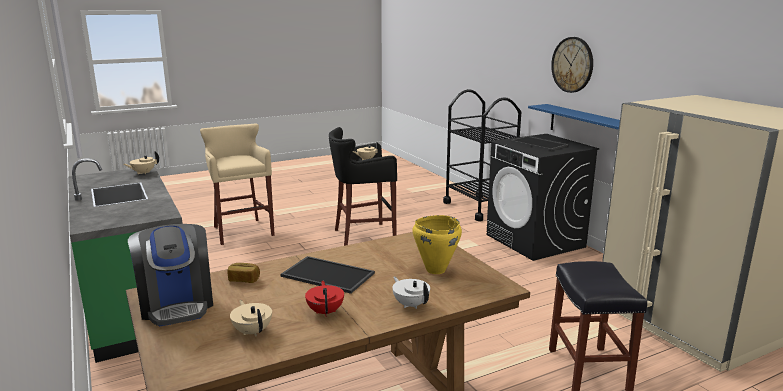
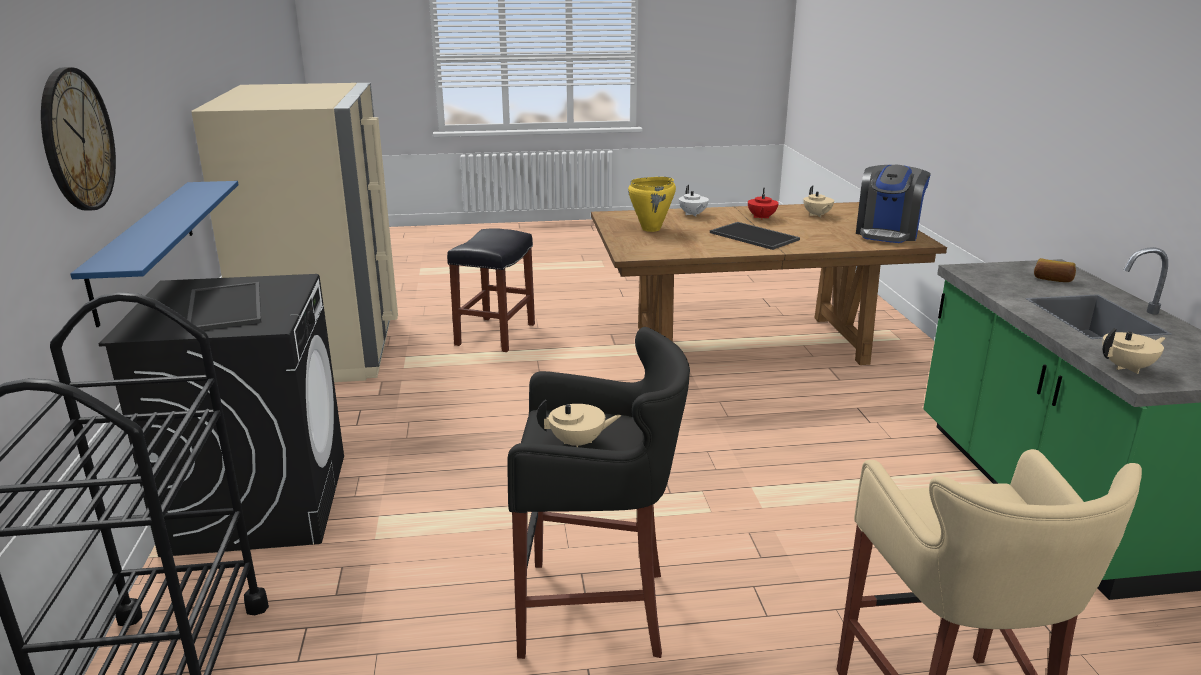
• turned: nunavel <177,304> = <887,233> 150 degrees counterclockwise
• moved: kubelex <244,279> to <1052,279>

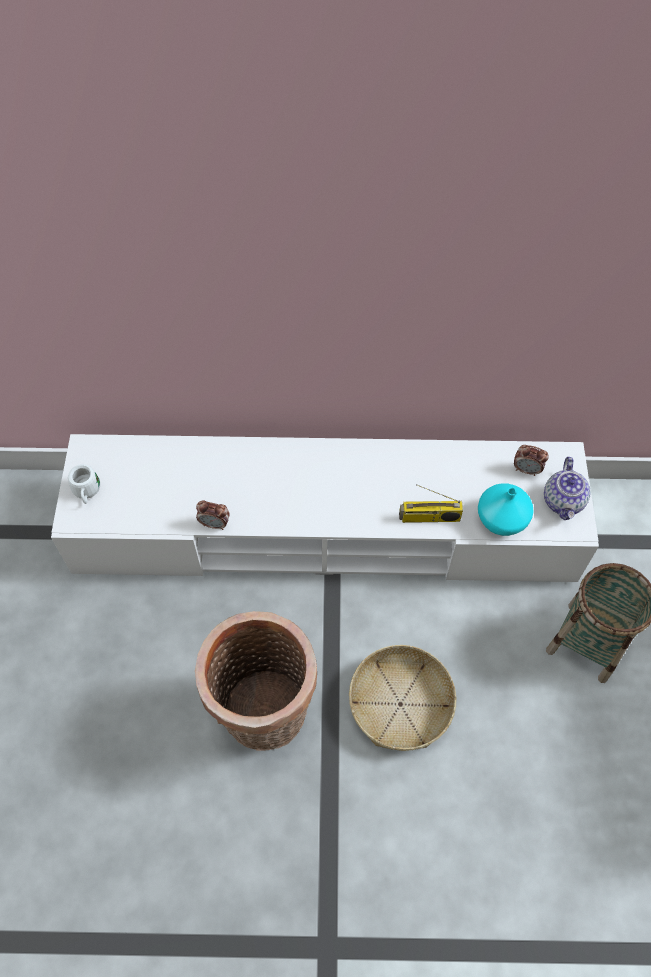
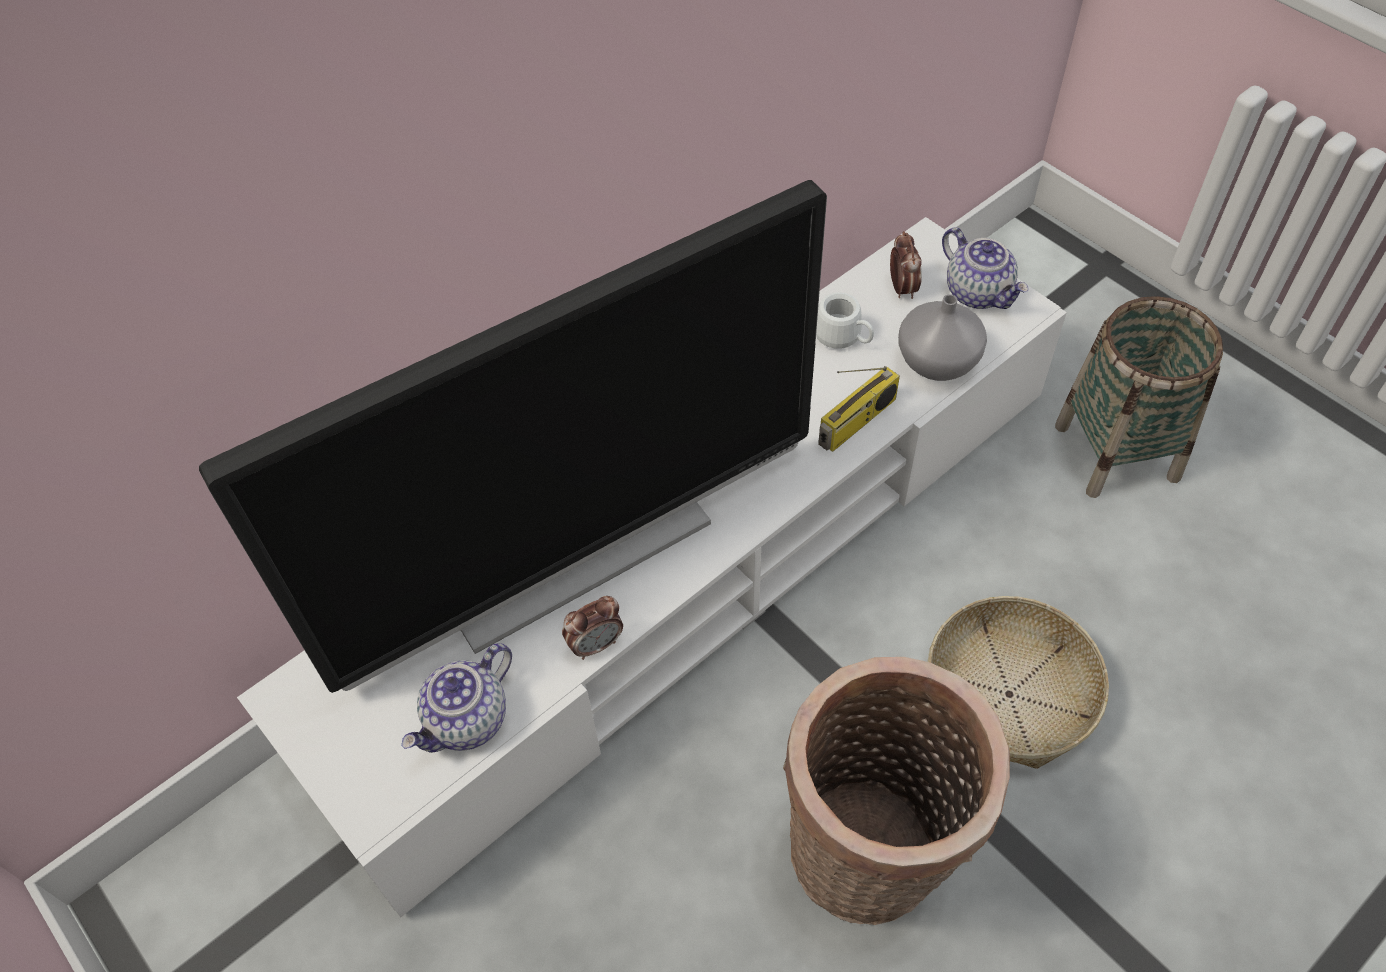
• added: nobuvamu <575,556>
• added: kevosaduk <467,721>
• moved: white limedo <87,492> to <844,339>
• turned: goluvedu <526,470> = <902,288> 75 degrees counterclockwise
• recoloured: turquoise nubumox <500,519> to grey nubumox <936,363>

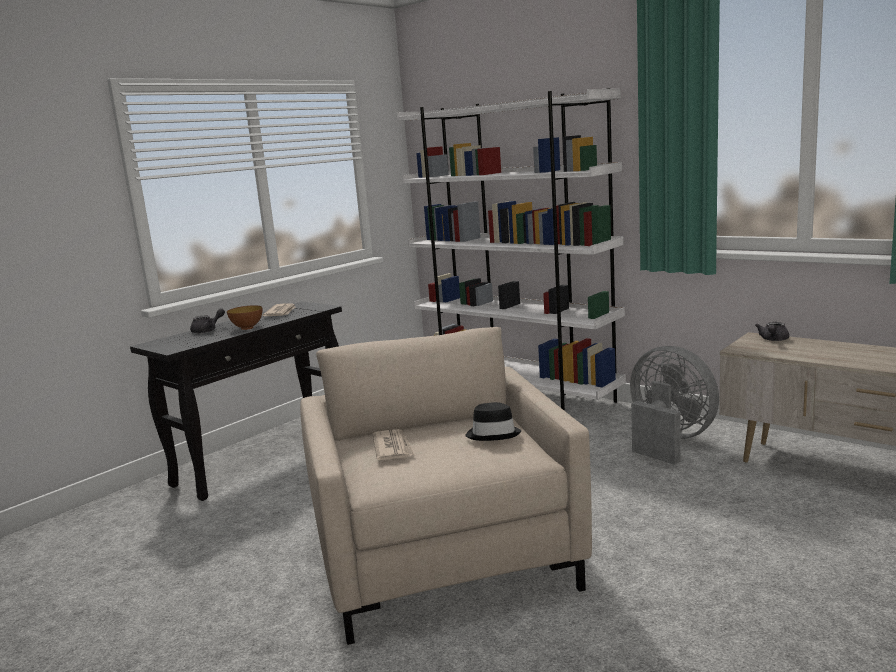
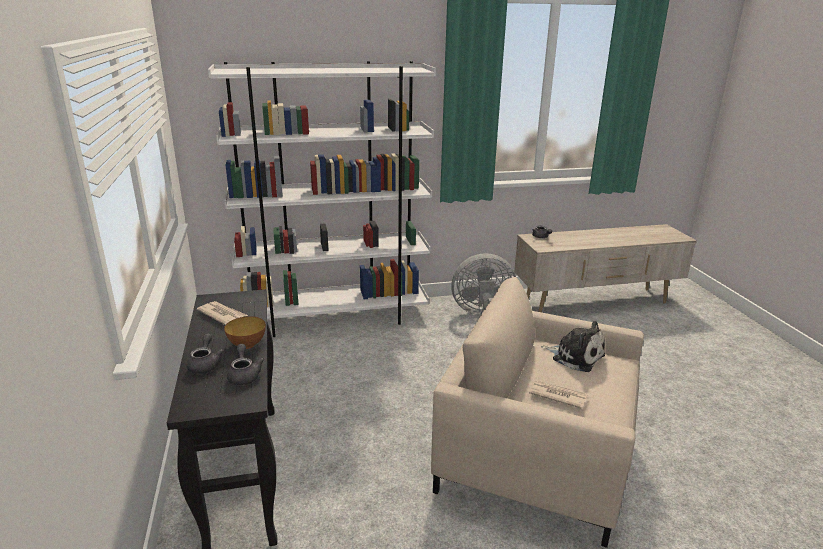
• added: grey kevosaduk <244,375>
• replaced: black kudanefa <493,434> to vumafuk <575,356>

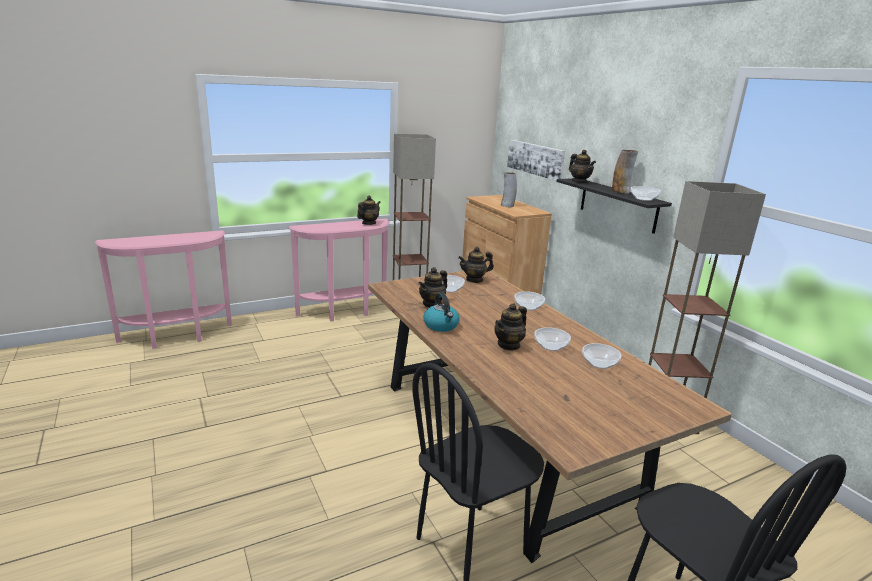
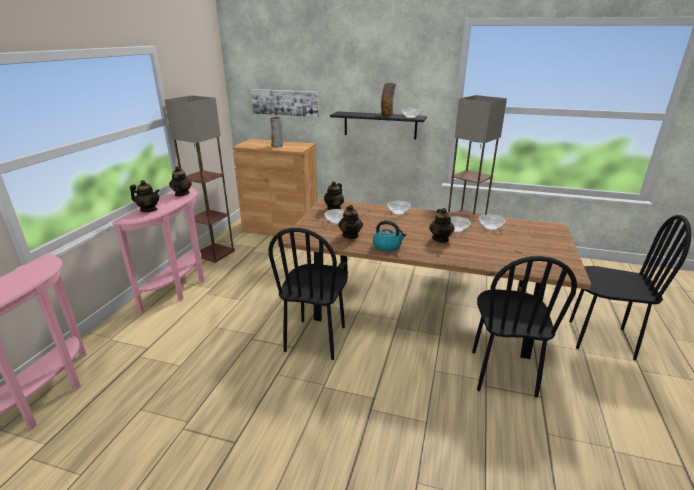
• moved: kevosaduk <579,182> to <149,210>
• added: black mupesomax <316,339>

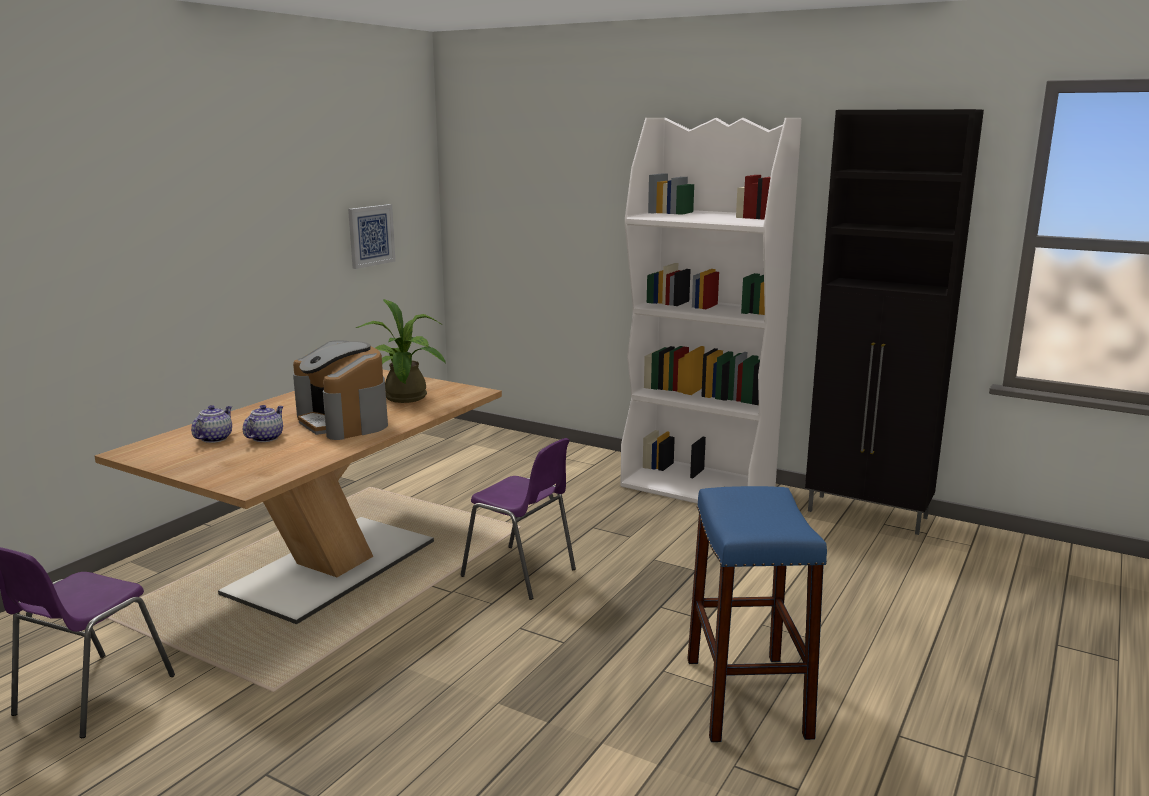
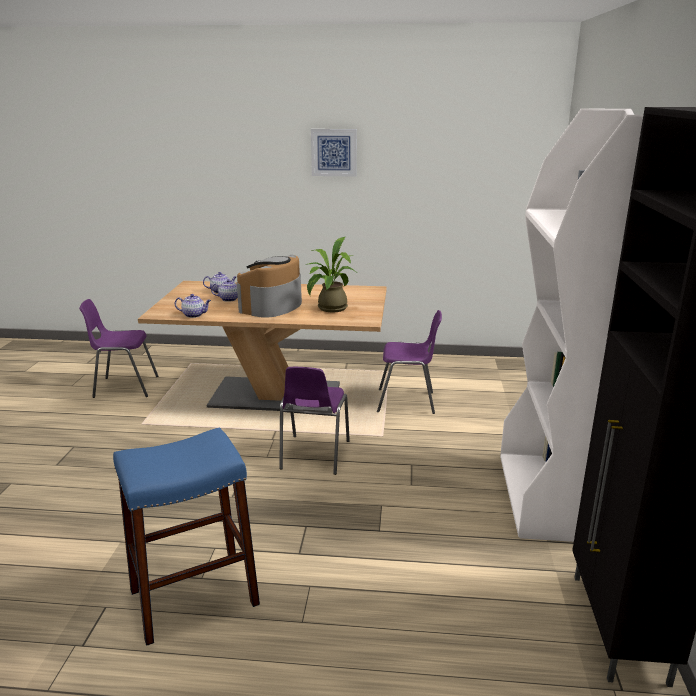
• added: kevosaduk <194,315>
• moved: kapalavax <371,235> to <334,152>
• added: purple mupesomax <407,402>

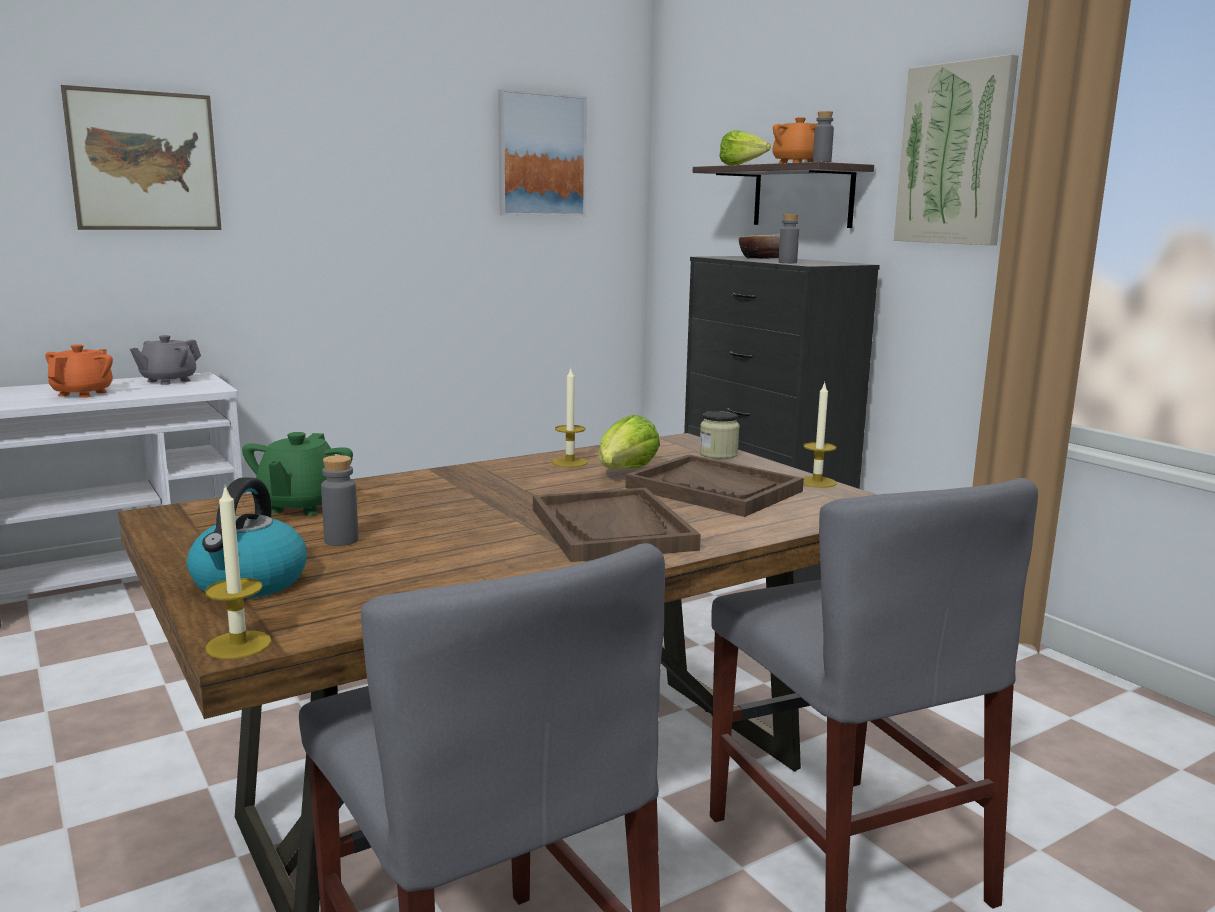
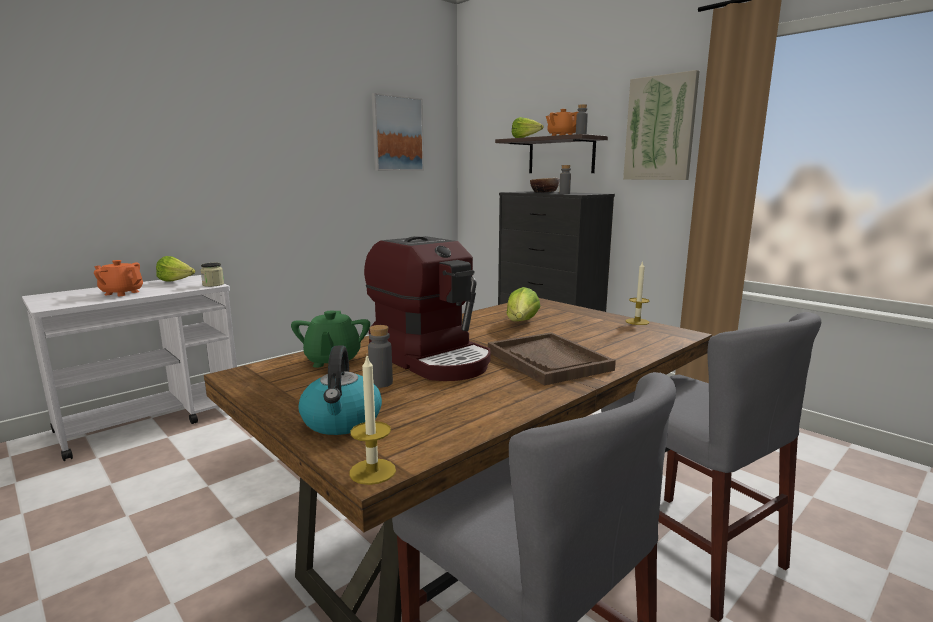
• turned: orange kevosaduk <83,393> = <122,293> 75 degrees counterclockwise
• replaced: grey kevosaduk <168,381> to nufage <176,282>
• moved: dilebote <718,454> to <213,284>
• added: nunavel <432,358>
• removed: kapalavax <144,161>
• removed: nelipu <570,462>
• removed: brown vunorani <714,489>

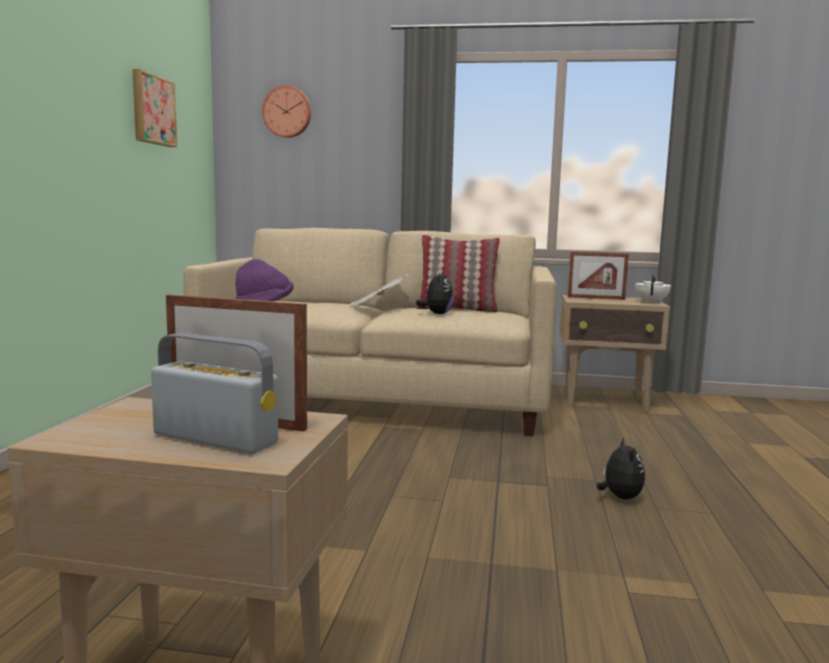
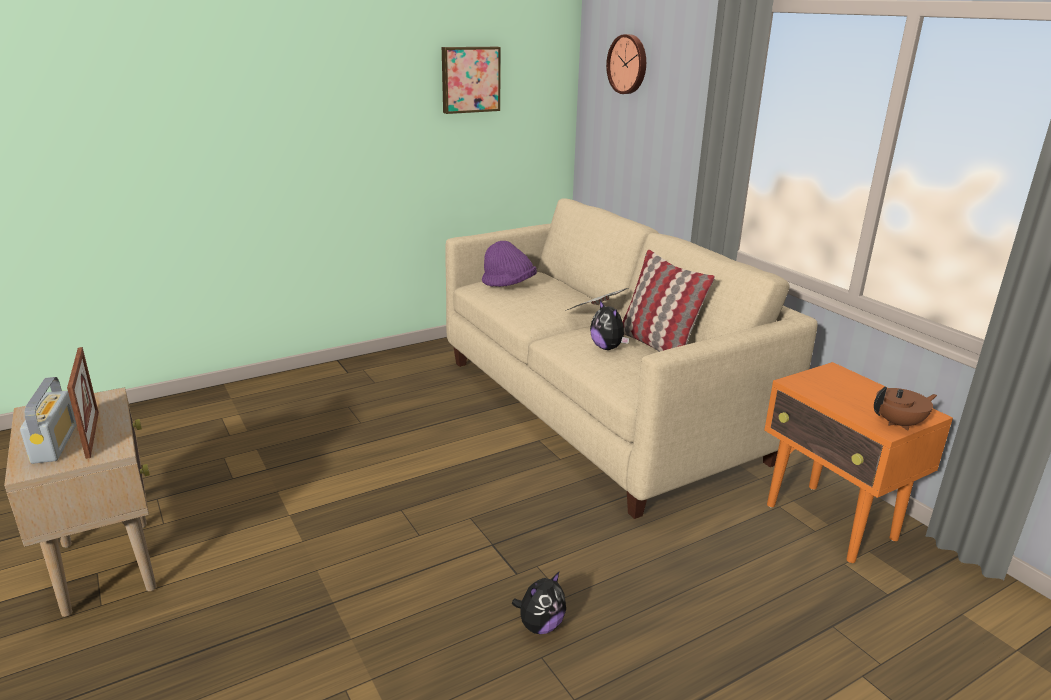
• turned: vumafuk <437,314> = <608,348> 90 degrees clockwise
• recoloured: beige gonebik <606,402> to orange gonebik <831,523>
• recoloured: white kevosaduk <652,302> to brown kevosaduk <899,423>
• removed: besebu <596,298>

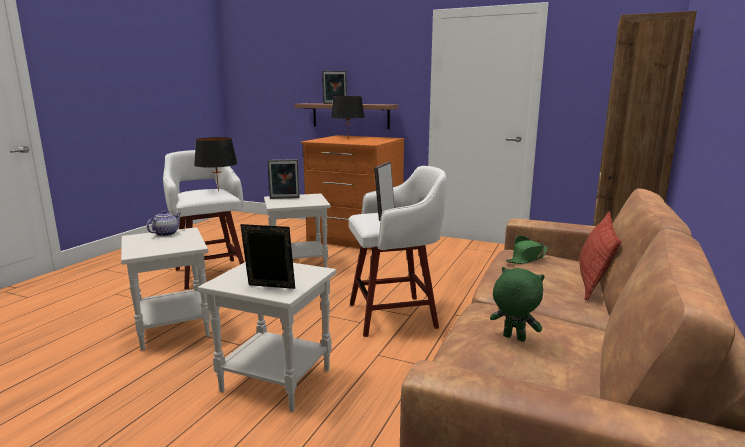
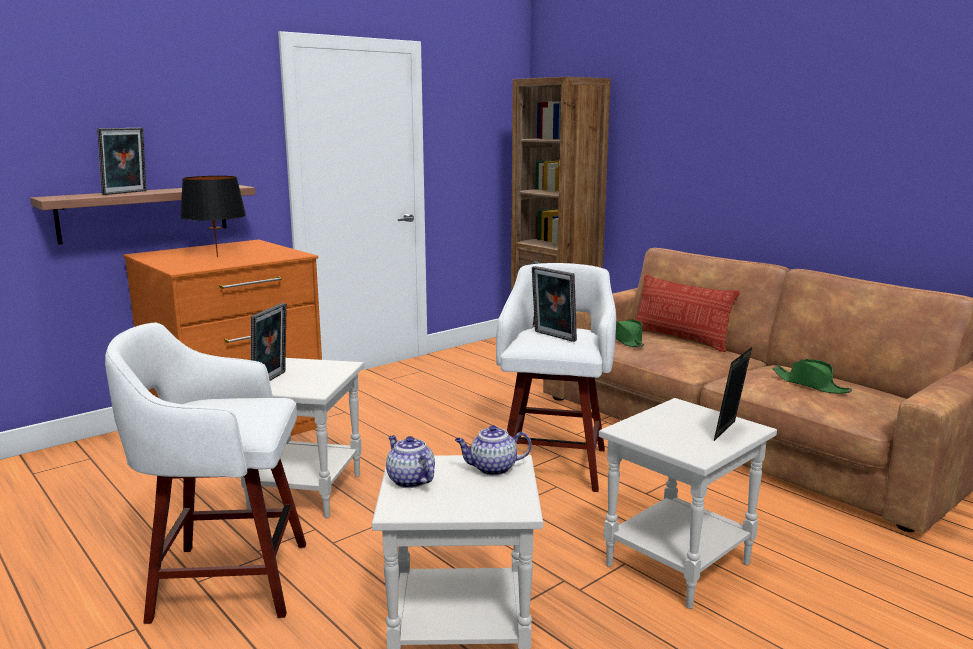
• added: kevosaduk <492,469>
• replaced: green vumafuk <513,338> to green kudanefa <810,384>
• removed: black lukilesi <218,191>

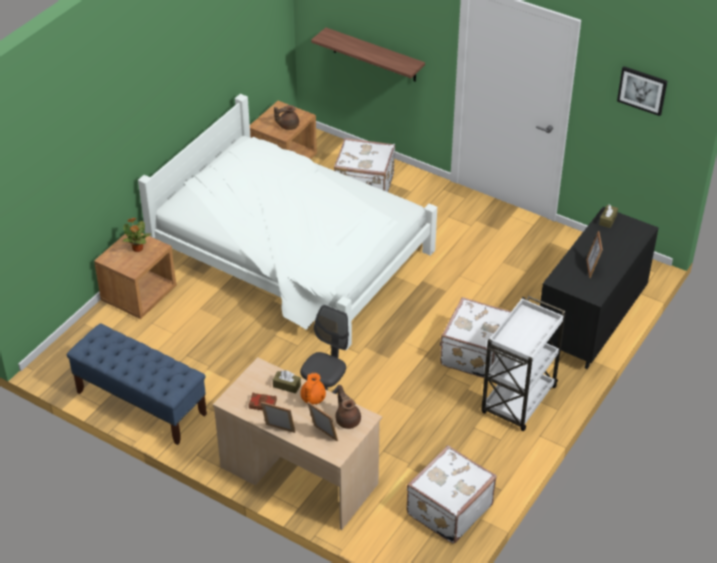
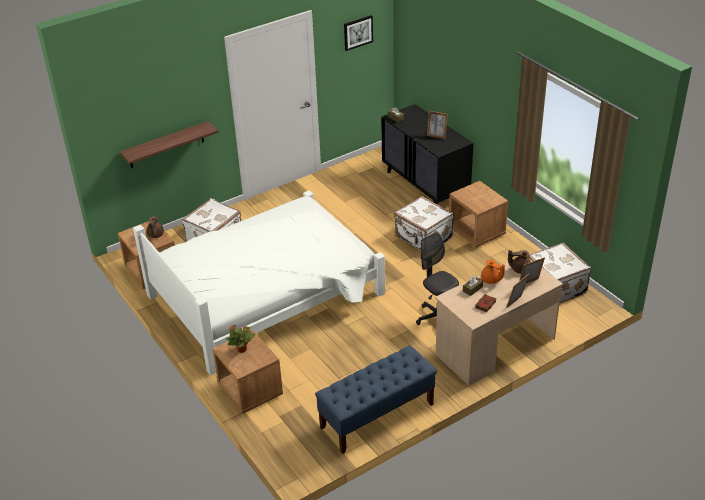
• replaced: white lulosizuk <518,401> to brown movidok <477,232>

